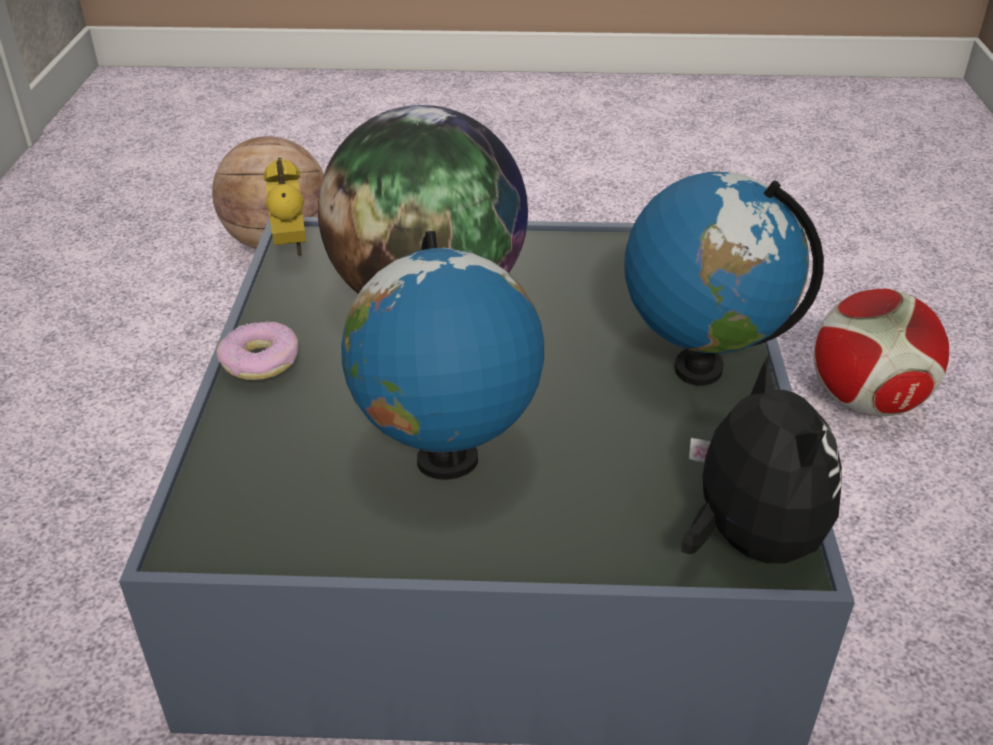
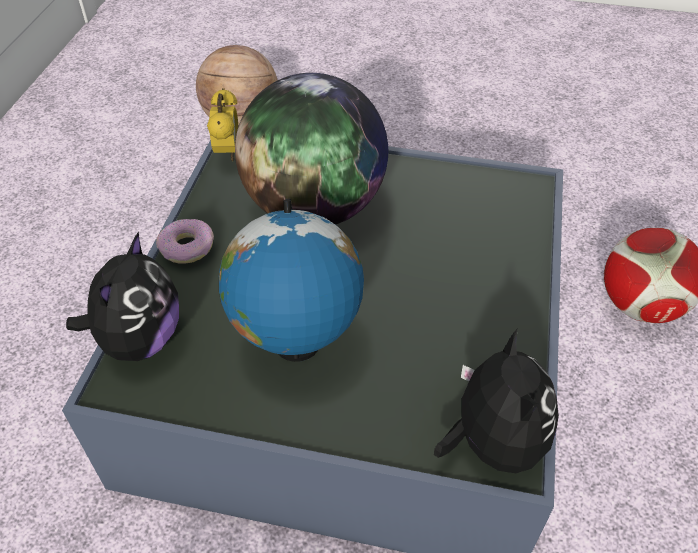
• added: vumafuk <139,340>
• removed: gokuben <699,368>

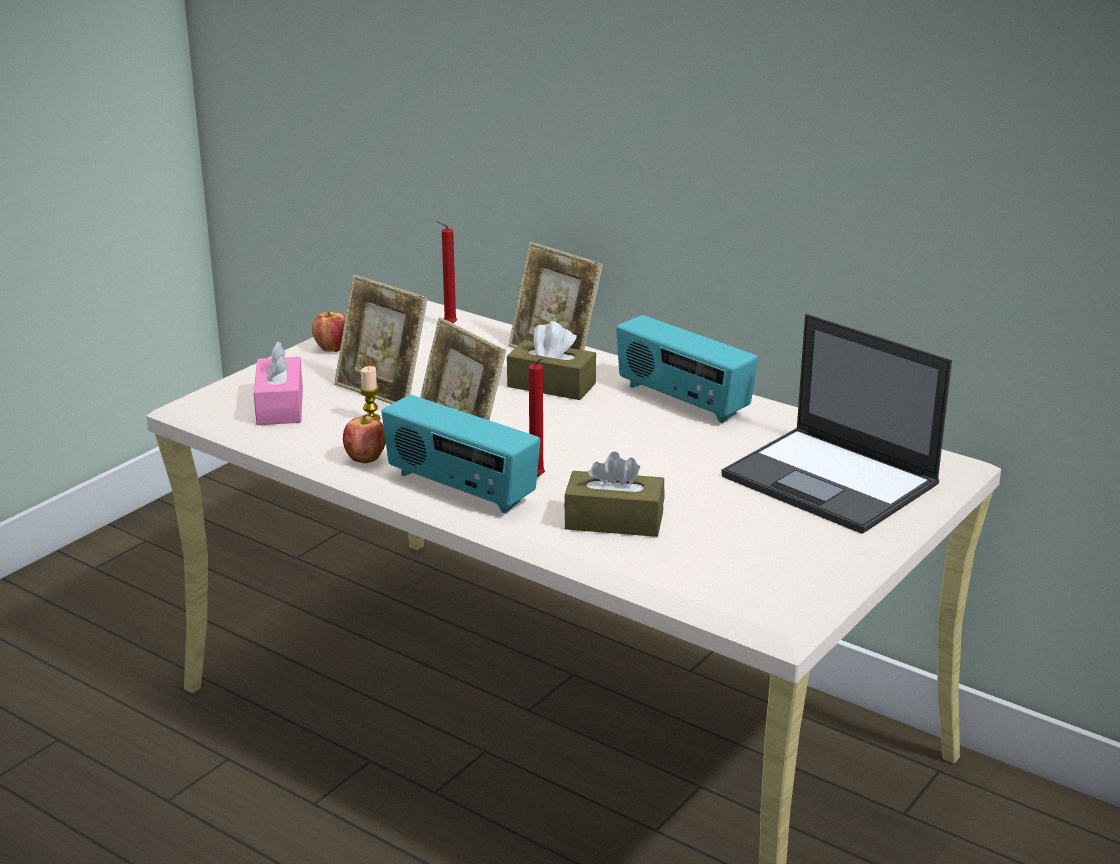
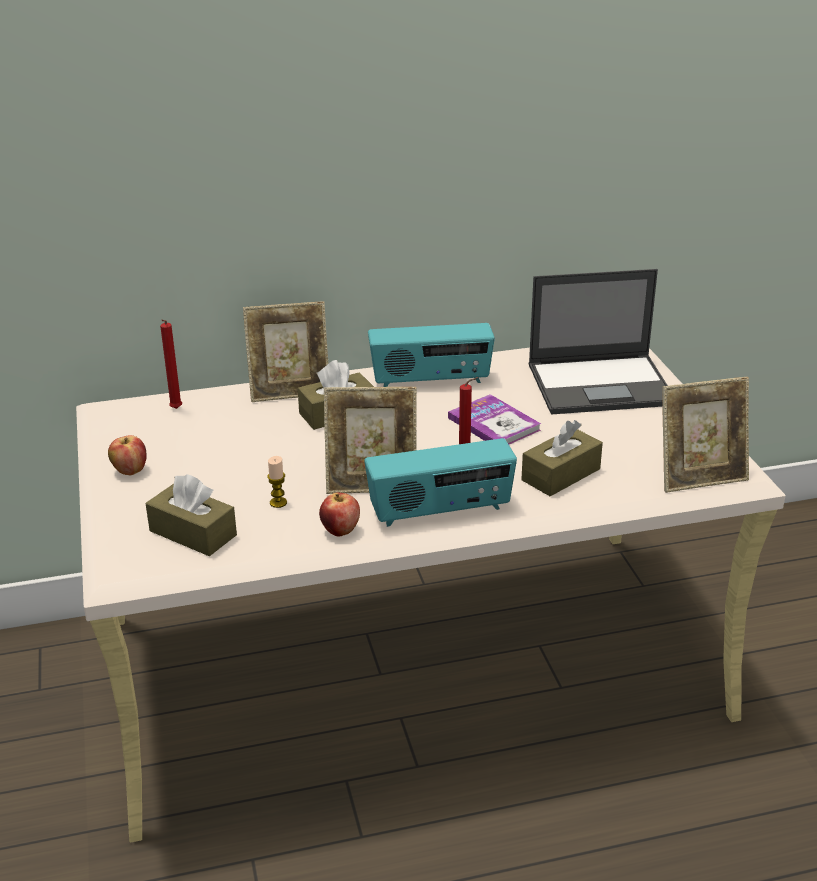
• recoloured: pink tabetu <280,406> to brown tabetu <193,533>
• added: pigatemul <494,424>
• moved: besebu <382,391> to <700,477>

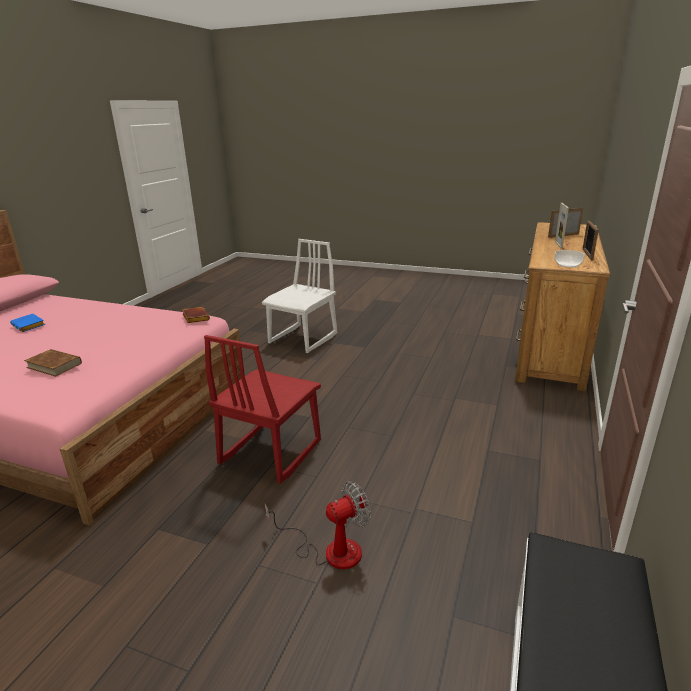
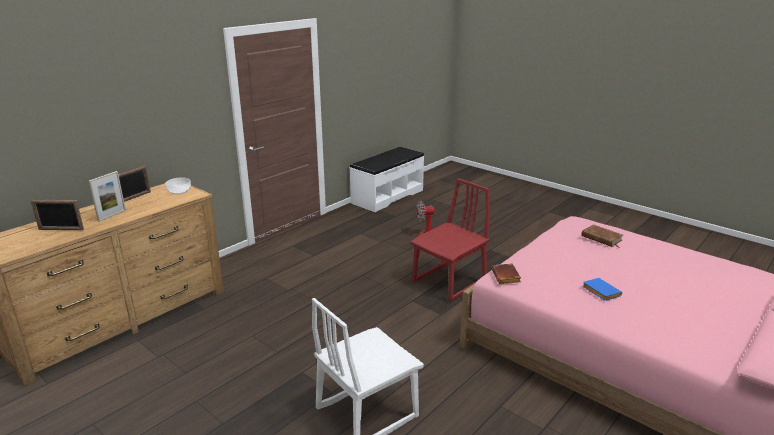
• moved: blue pigatemul <30,326> to <599,292>

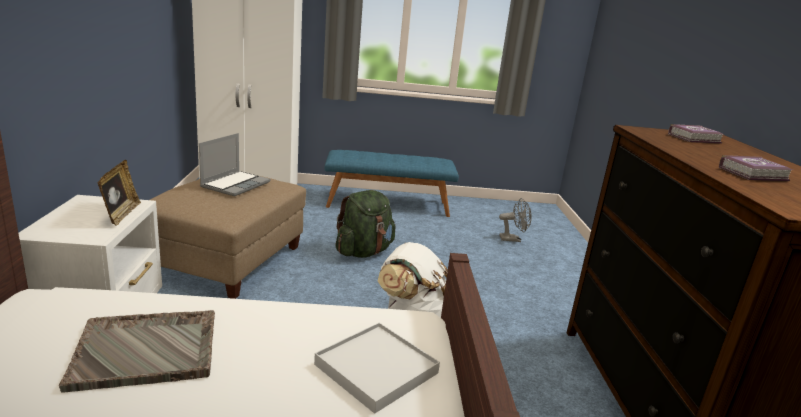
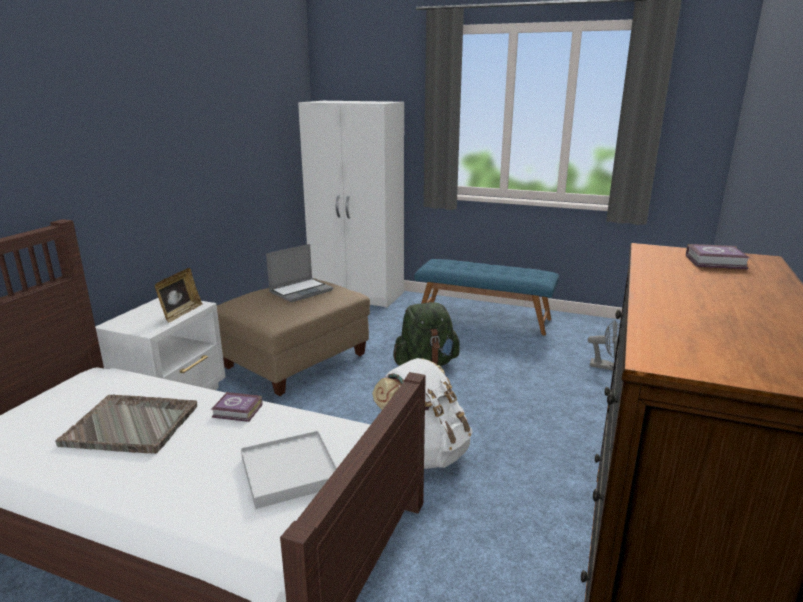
• moved: pigatemul <755,174> to <238,411>

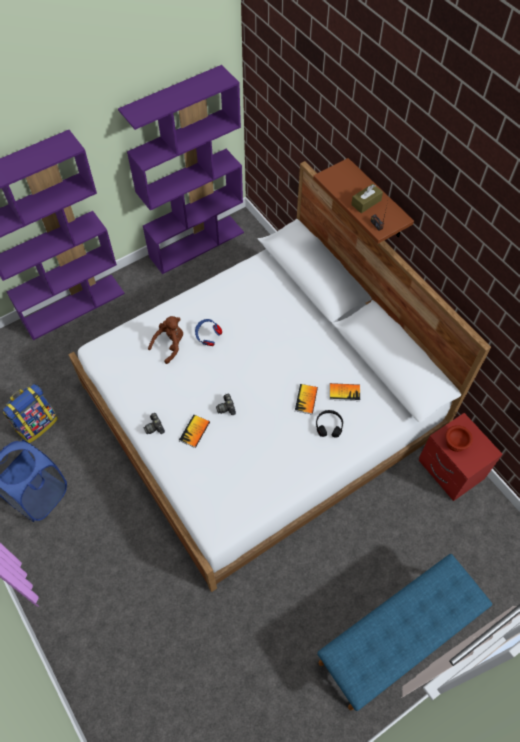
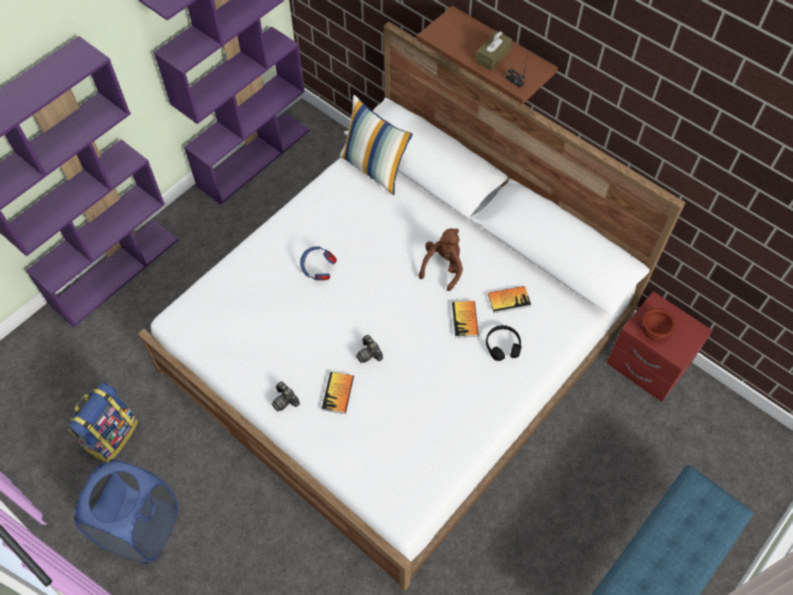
• added: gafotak <374,168>
• moved: brown vumafuk <170,345> to <443,267>

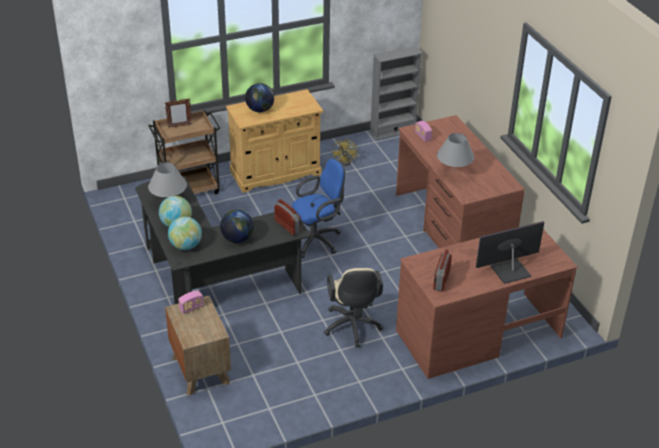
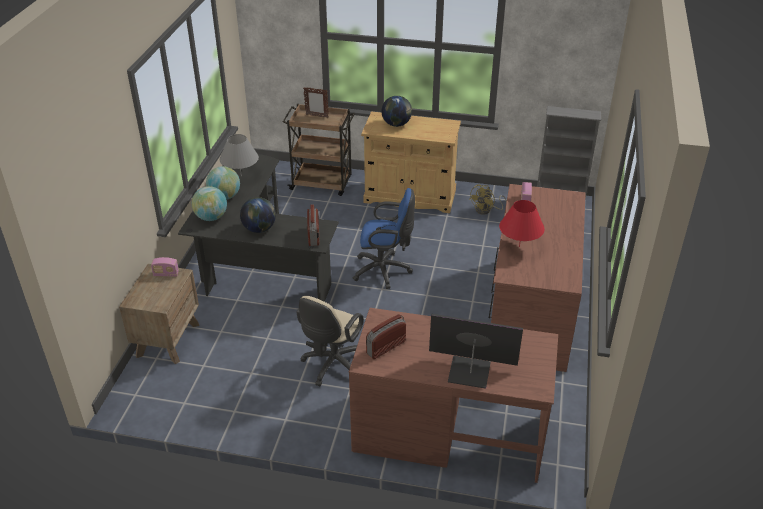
• recoloured: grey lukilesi <453,172> to red lukilesi <519,246>

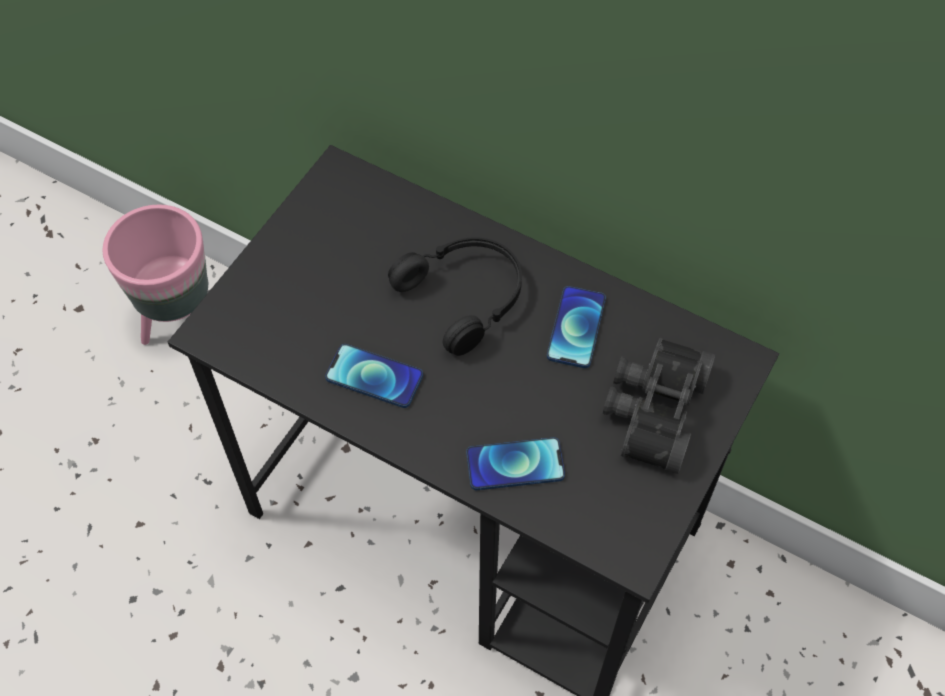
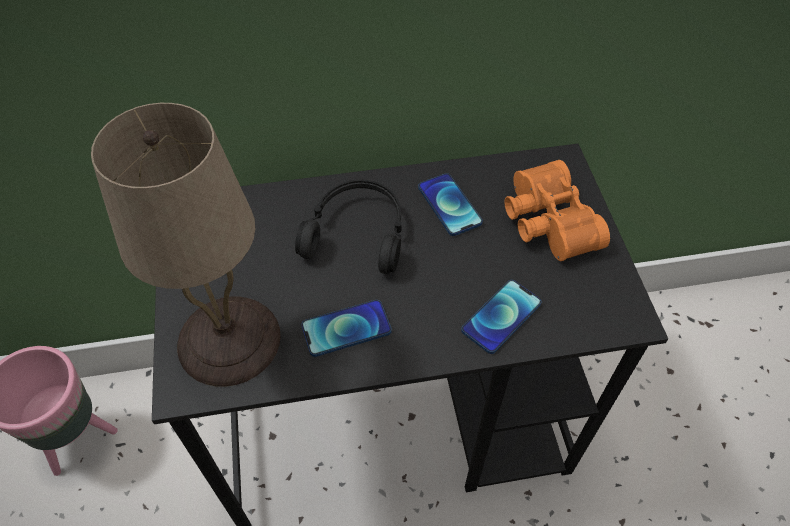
• added: beige lukilesi <231,339>
• recoloured: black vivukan <651,409> to orange vivukan <545,222>

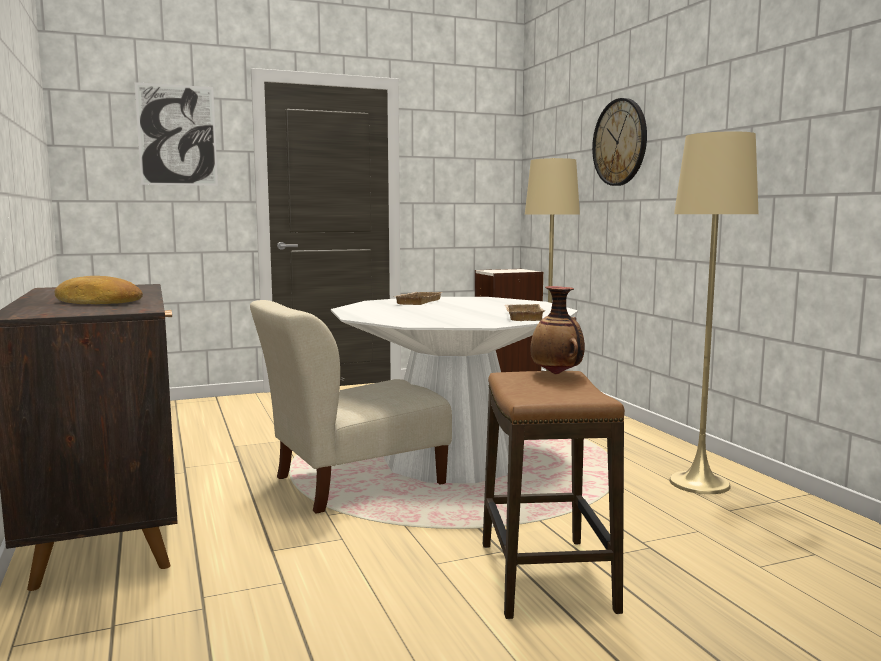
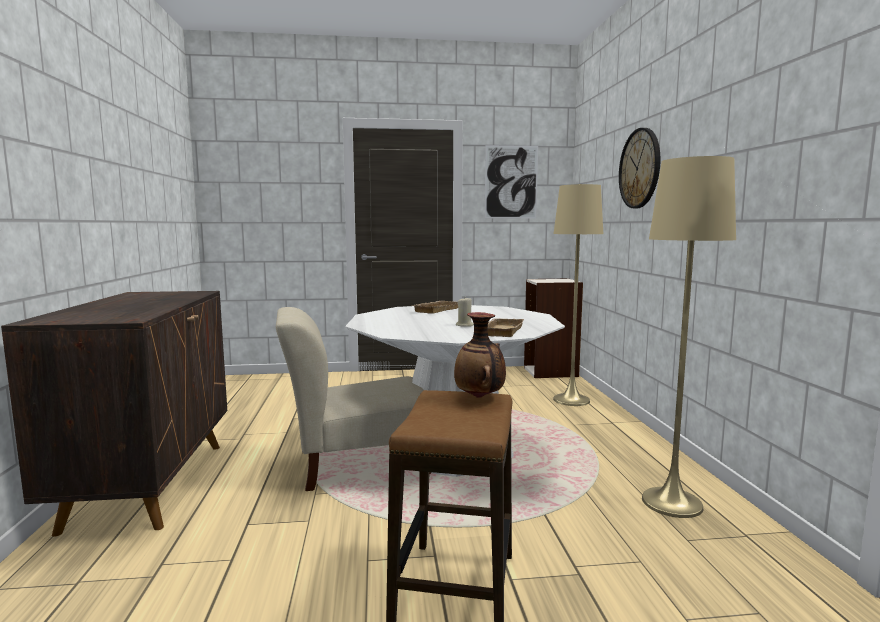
• added: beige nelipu <465,325>
• moved: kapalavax <177,135> to <511,182>
• removed: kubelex <98,302>

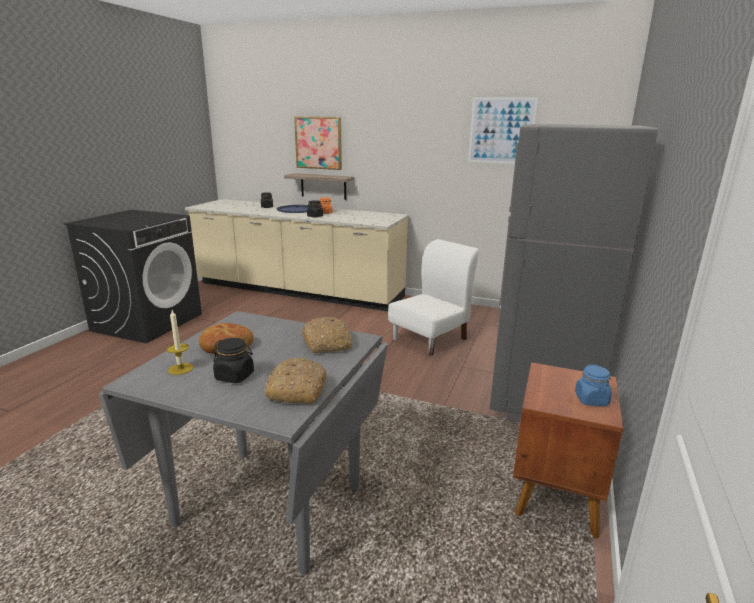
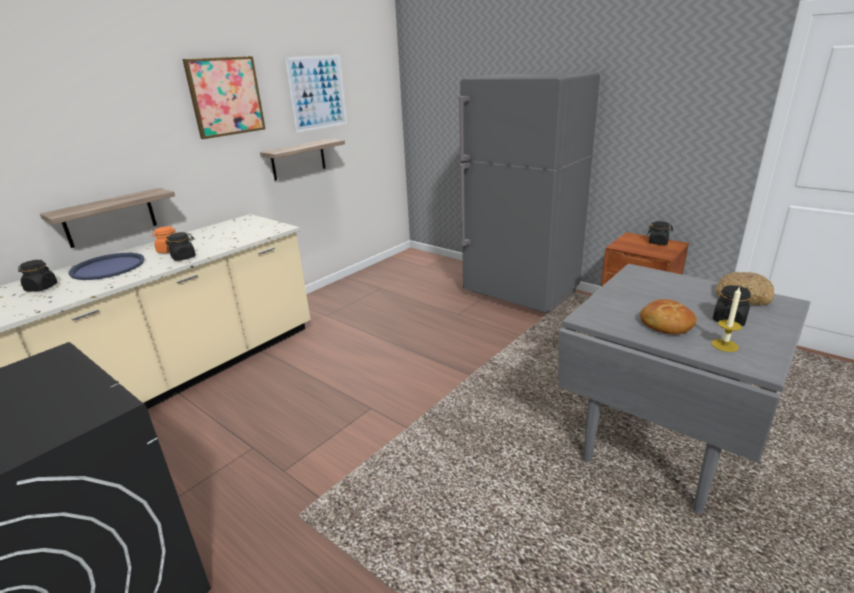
• moved: kapalavax <318,143> to <225,96>
• added: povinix <298,159>
• recoloured: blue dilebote <591,400> to black dilebote <658,242>
• removed: kubelex <327,343>
• removed: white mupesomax <430,339>

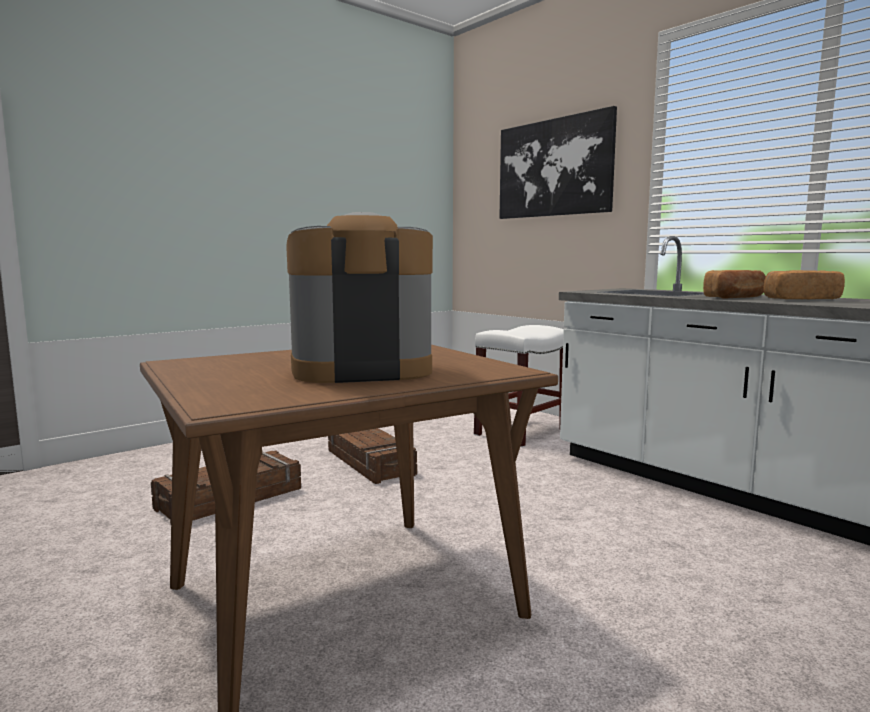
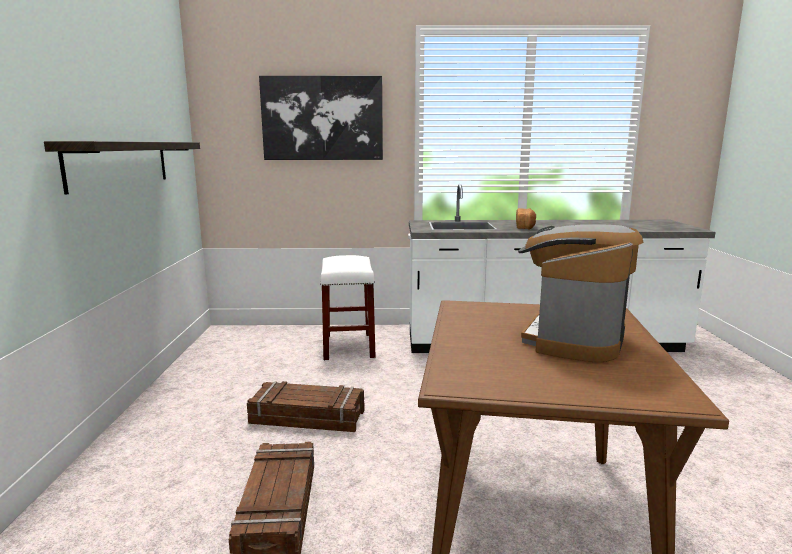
• added: povinix <120,163>
• removed: kubelex <800,299>

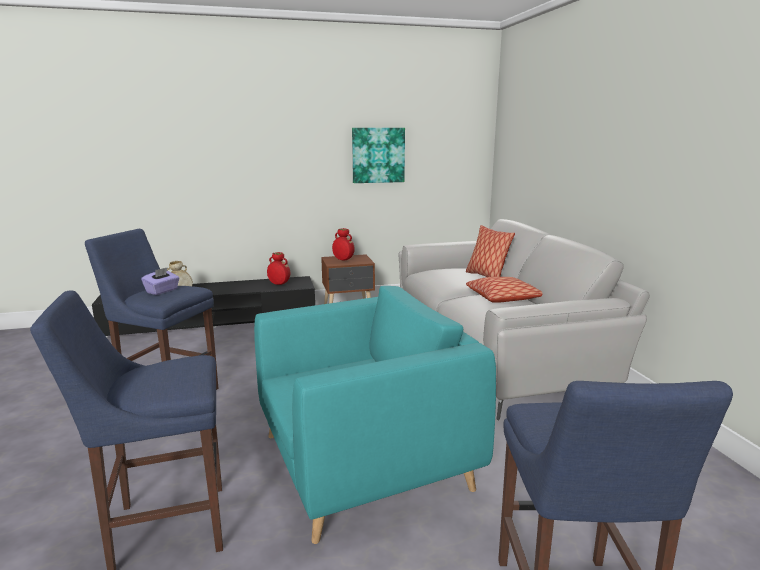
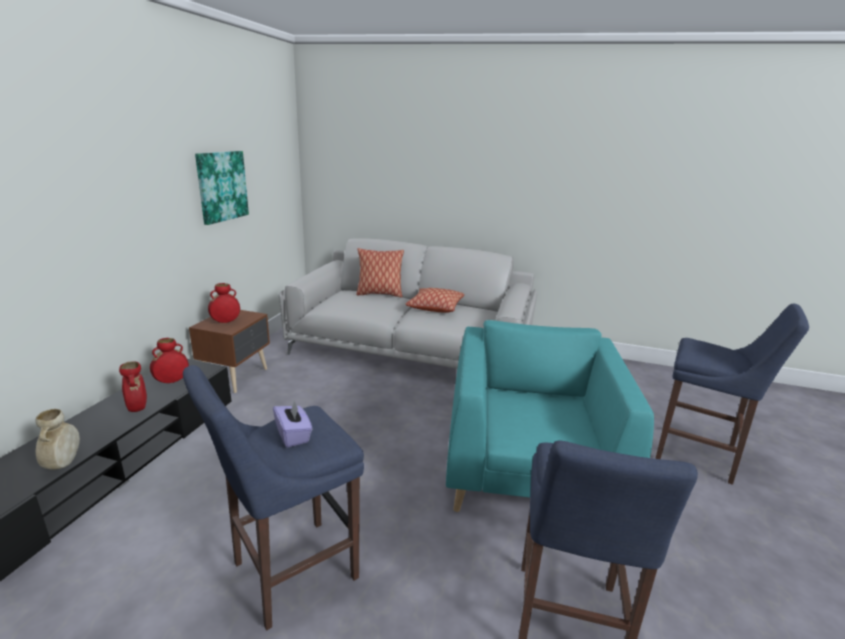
• added: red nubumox <138,408>

